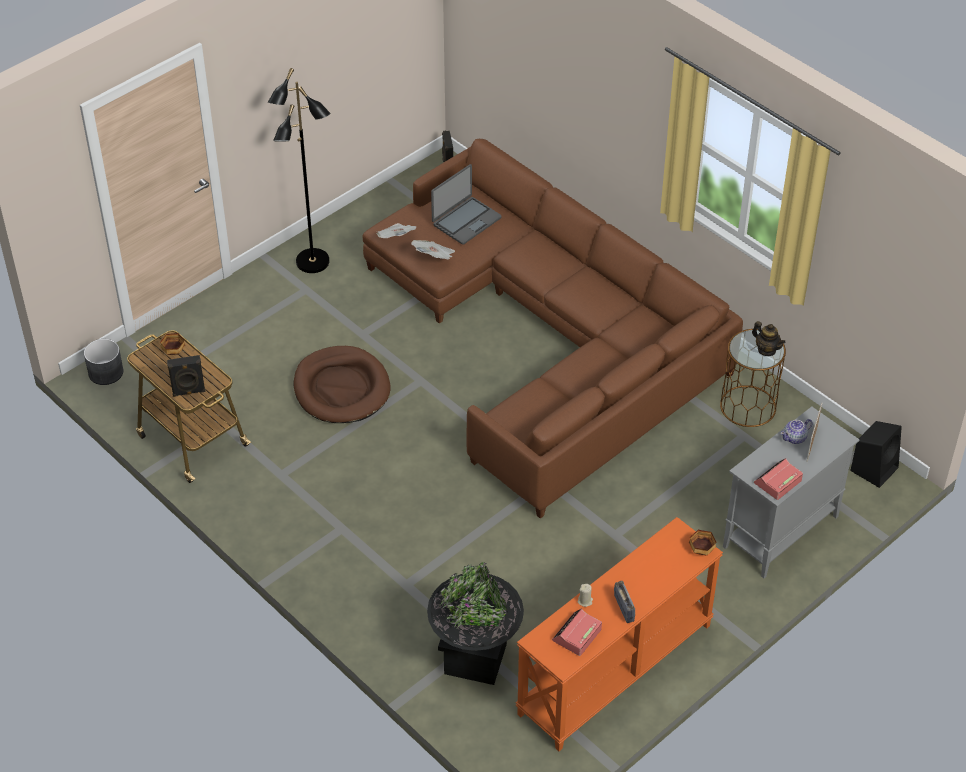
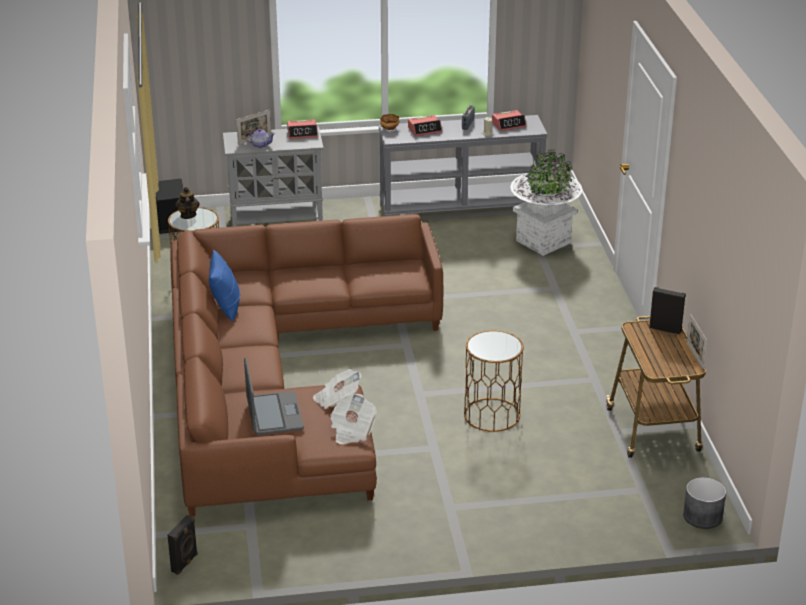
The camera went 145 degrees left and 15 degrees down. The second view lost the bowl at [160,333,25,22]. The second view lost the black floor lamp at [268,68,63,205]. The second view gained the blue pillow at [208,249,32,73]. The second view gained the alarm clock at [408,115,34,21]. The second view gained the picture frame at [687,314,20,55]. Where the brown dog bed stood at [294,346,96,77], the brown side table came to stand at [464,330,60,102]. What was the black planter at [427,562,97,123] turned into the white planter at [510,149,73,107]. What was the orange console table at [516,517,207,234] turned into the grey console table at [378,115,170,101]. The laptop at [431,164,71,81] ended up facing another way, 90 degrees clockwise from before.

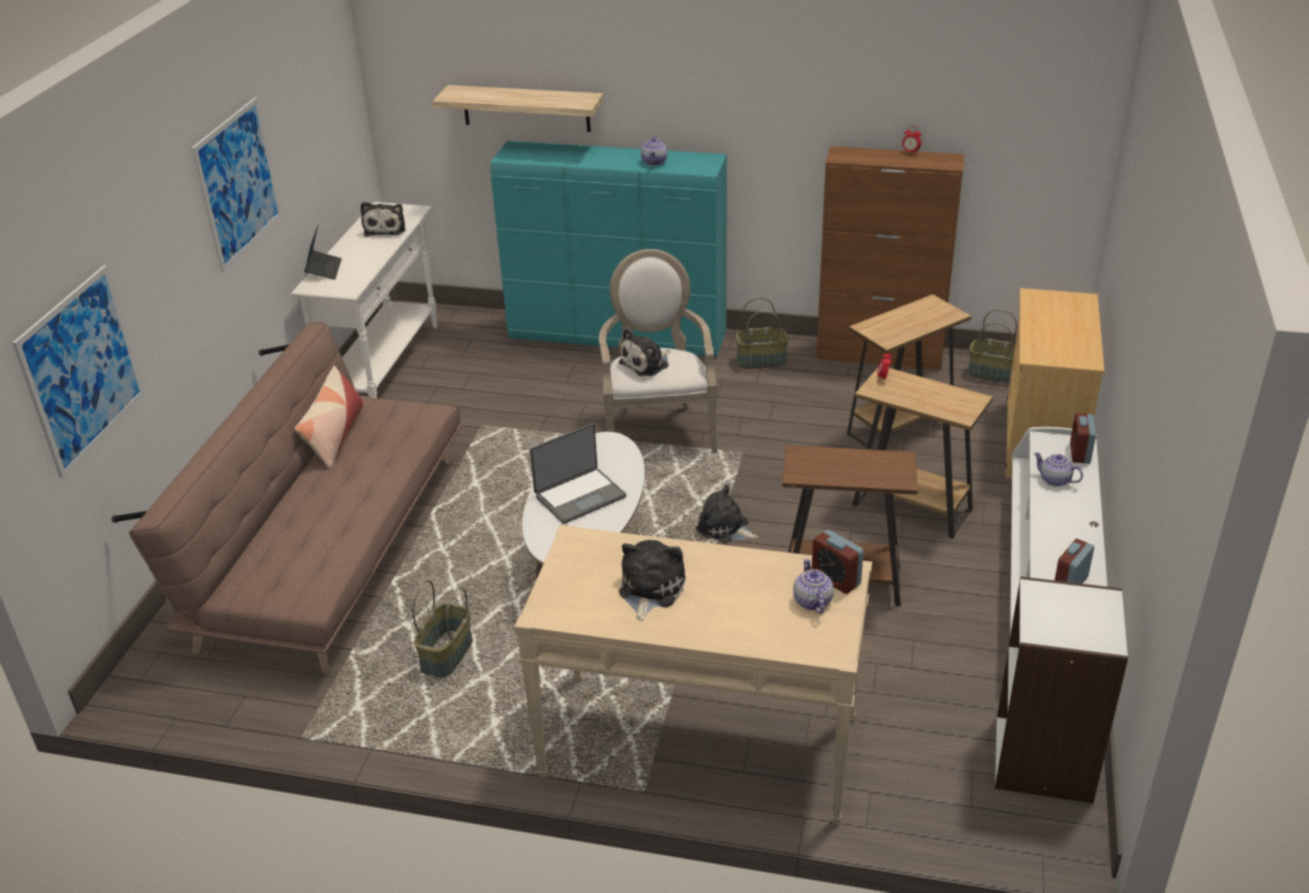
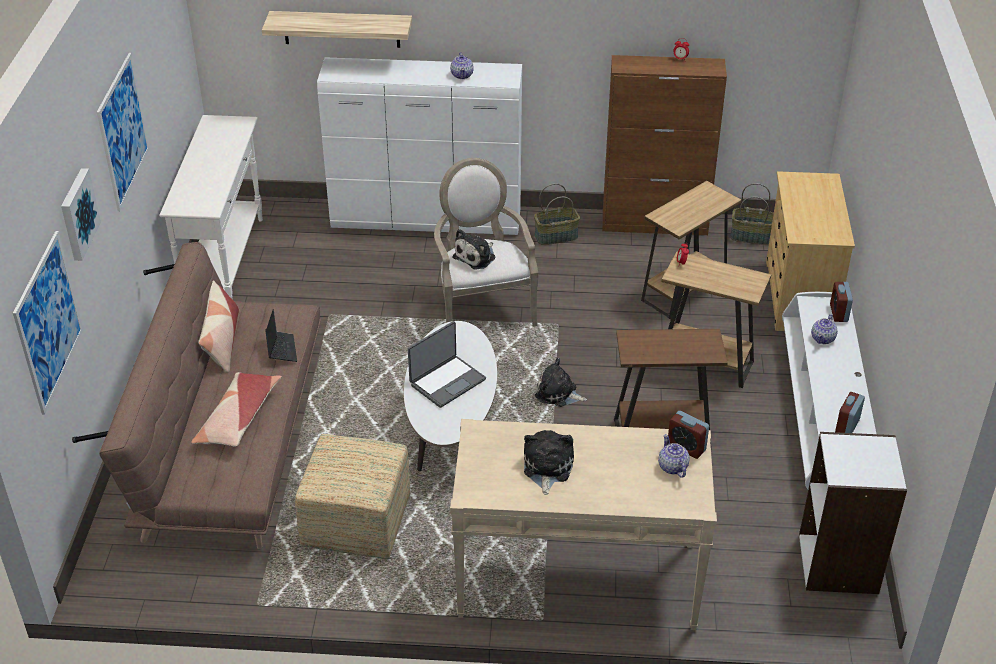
The camera went 10 degrees left and 5 degrees up. The second view lost the plush toy at [360,202,45,35]. The second view gained the picture at [61,168,40,93]. The second view gained the pillow at [191,372,91,75]. The laptop ended up elsewhere, having gone from [304,225,38,55] to [266,309,31,53]. Where the basket stood at [412,580,61,98], the ottoman came to stand at [295,434,115,125]. What was the turquoise dresser at [490,141,237,216] turned into the white dresser at [317,57,205,178]. The teapot at [1034,452,49,35] ended up facing another way, 90 degrees counterclockwise from before.

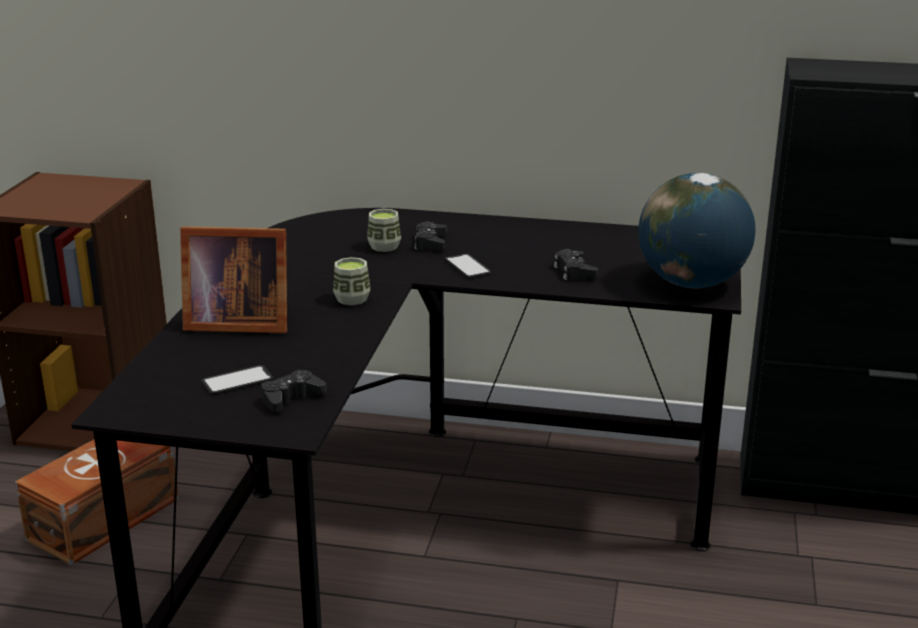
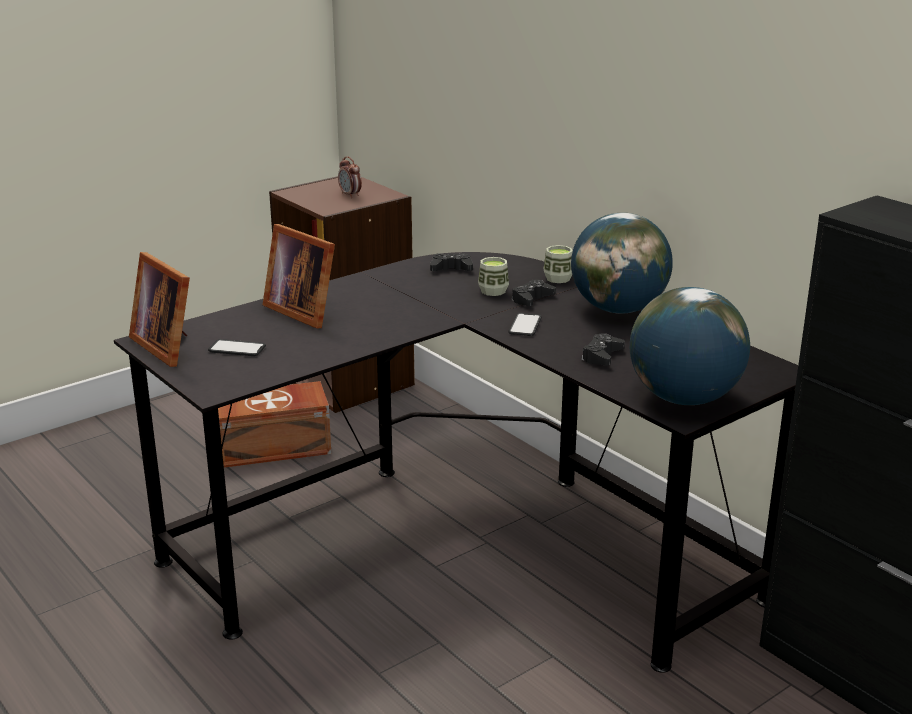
The camera went 40 degrees right and 0 degrees up. The second view gained the picture frame at [129,252,61,115]. The second view gained the alarm clock at [338,156,24,42]. The second view gained the globe at [571,213,102,101]. The black game controller ended up elsewhere, having gone from [261,370,66,42] to [430,253,43,18]. The cup ended up elsewhere, having gone from [333,257,37,49] to [543,245,30,38].

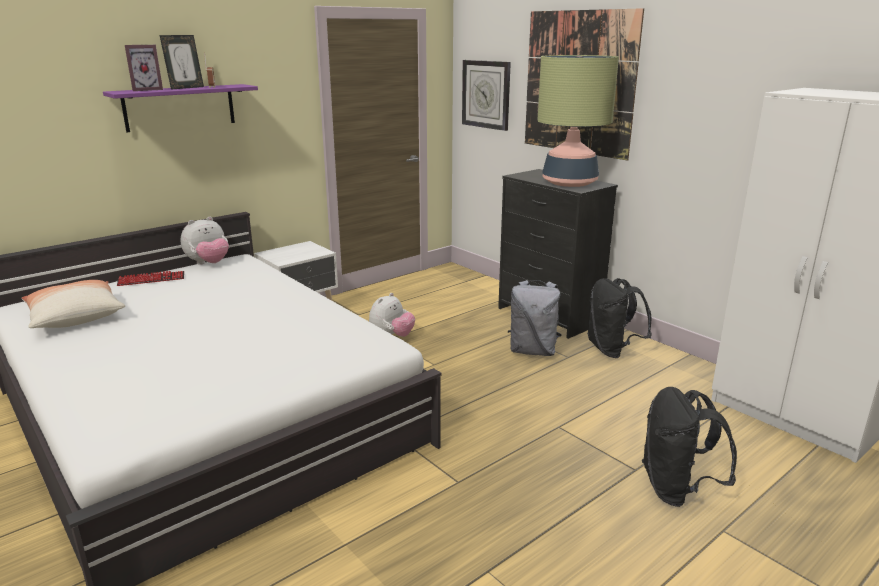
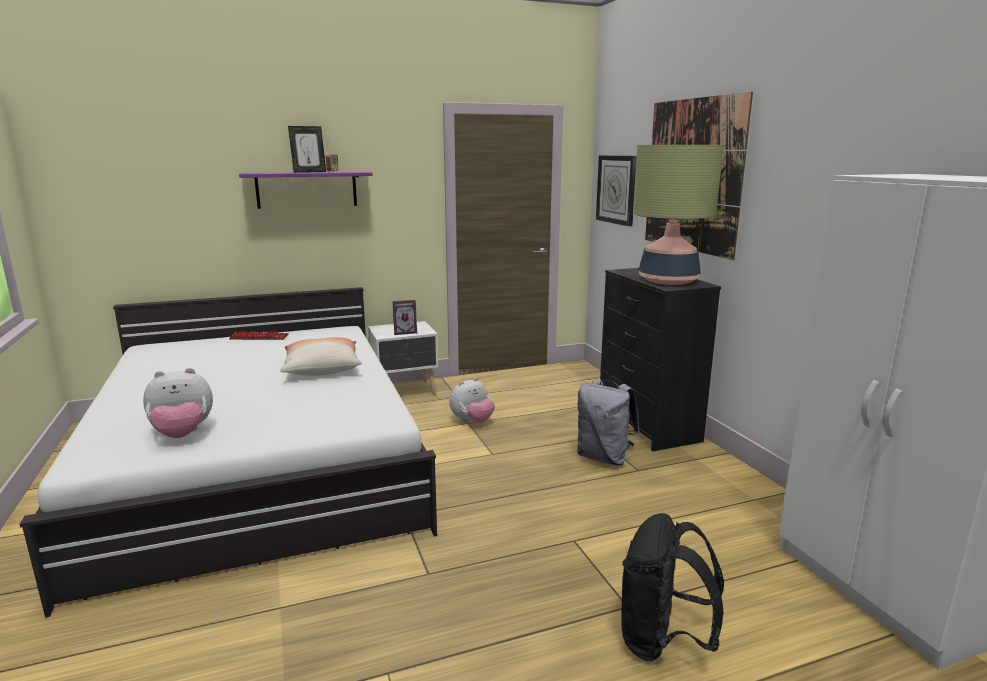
The camera went 20 degrees right and 5 degrees down. The second view lost the black backpack at [587,278,65,80]. The pillow ended up elsewhere, having gone from [22,280,103,48] to [280,337,82,39]. The picture frame ended up elsewhere, having gone from [125,45,38,46] to [393,300,24,35]. The plush toy ended up elsewhere, having gone from [180,217,49,48] to [143,368,70,70].

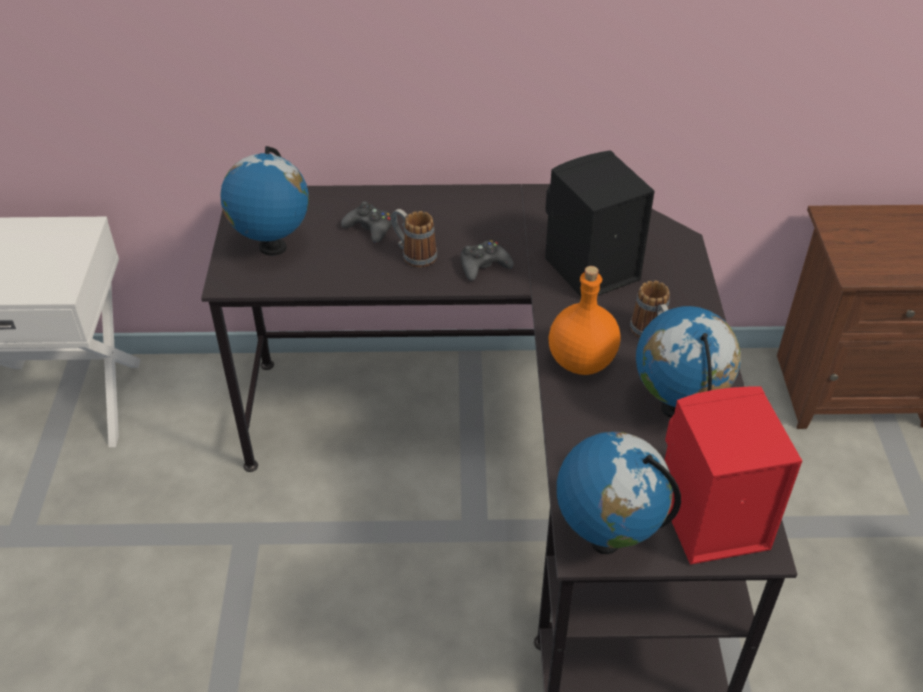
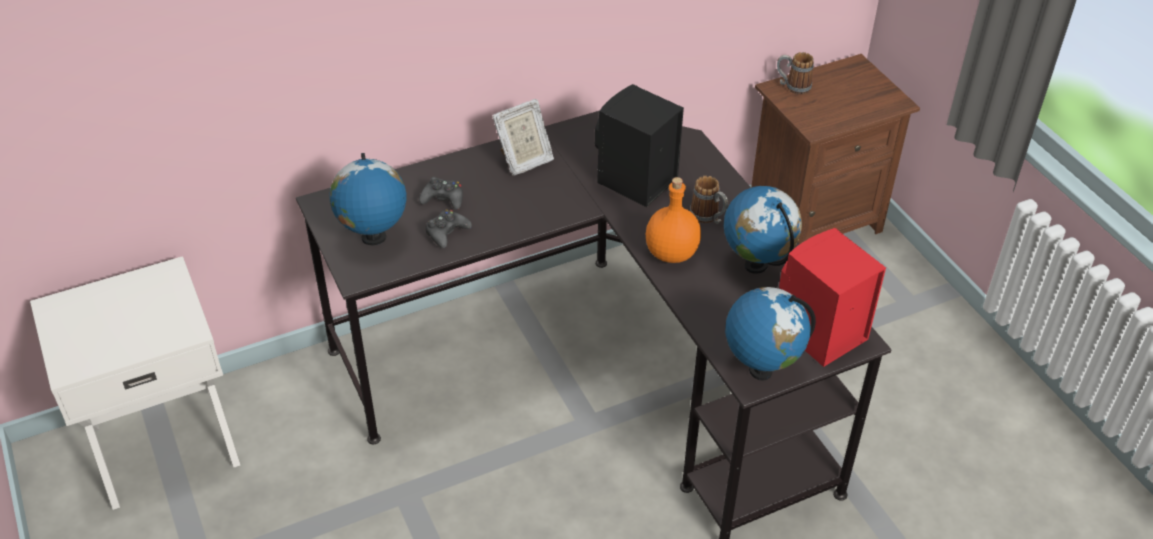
The camera went 25 degrees left and 0 degrees up. The second view gained the picture frame at [492,99,62,77]. The mug ended up elsewhere, having gone from [391,209,46,58] to [777,52,37,42]. The black game controller ended up elsewhere, having gone from [460,240,54,41] to [426,209,46,39].

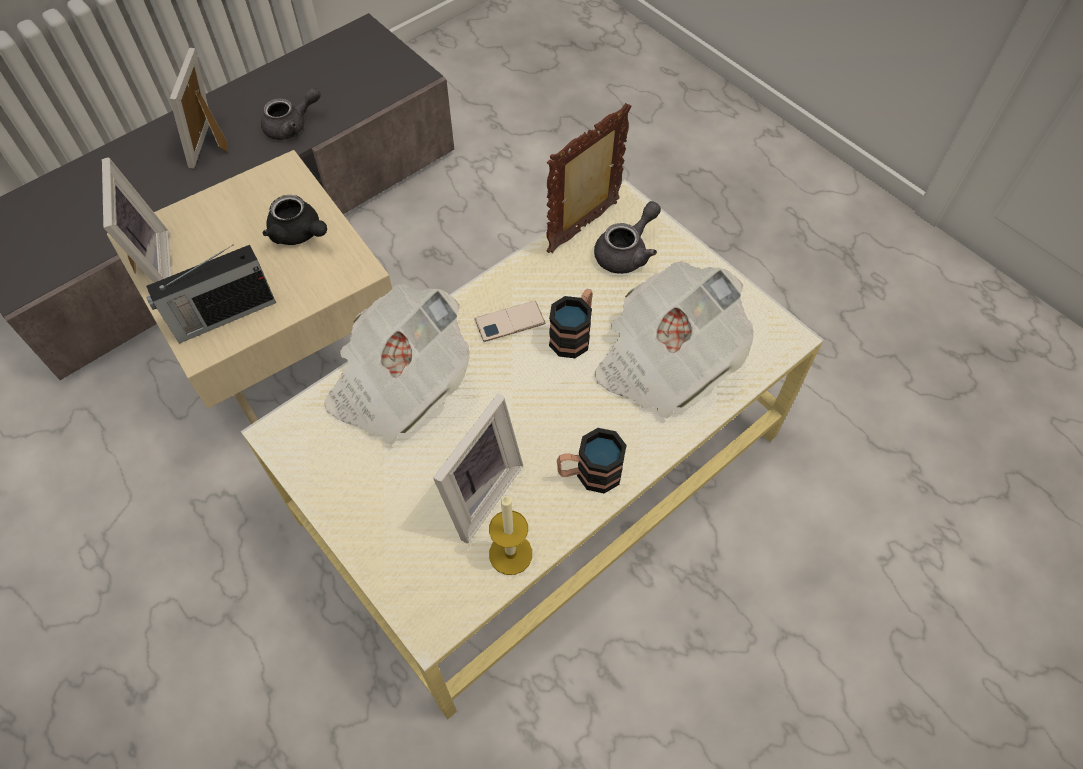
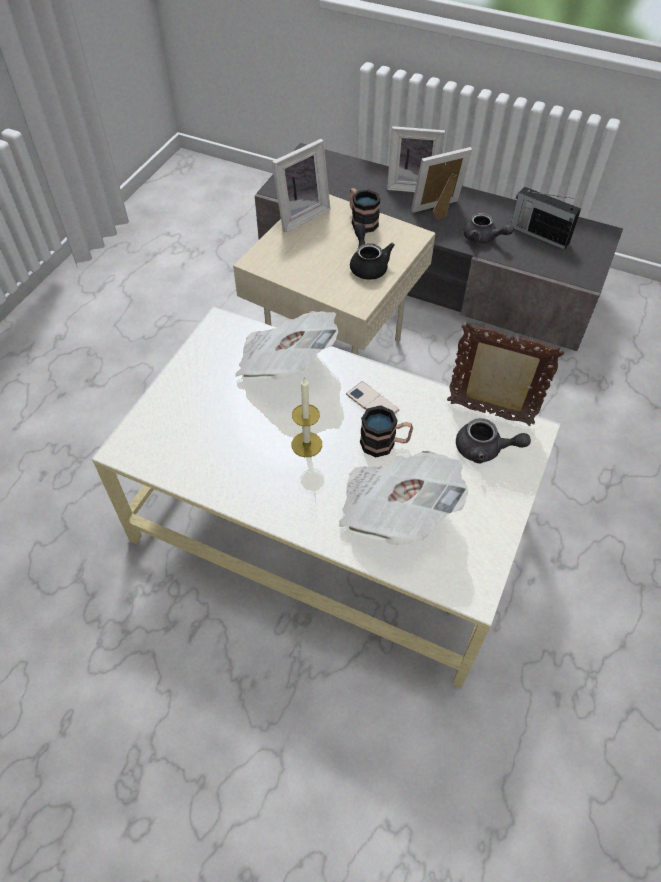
The camera went 65 degrees right and 5 degrees down. The radio ended up elsewhere, having gone from [146,244,130,100] to [511,187,70,62]. The picture frame ended up elsewhere, having gone from [433,394,90,149] to [387,126,58,66]. The candle ended up elsewhere, having gone from [489,495,43,80] to [292,377,30,80]. The mug ended up elsewhere, having gone from [557,428,70,66] to [349,188,32,45]. The black teapot at [263,195,64,50] ended up facing another way, 150 degrees clockwise from before.

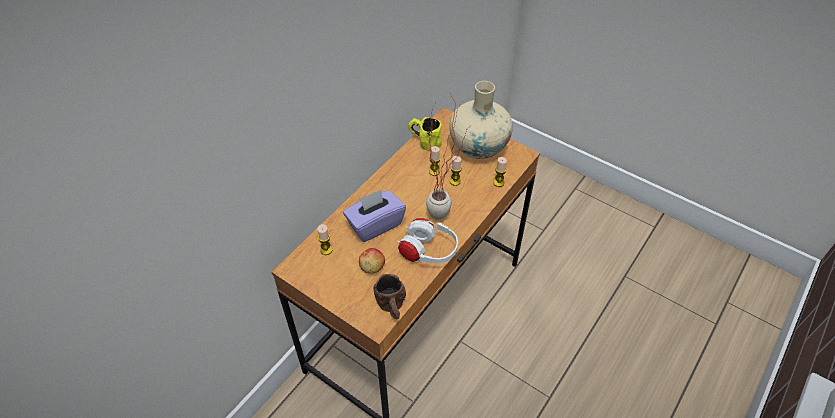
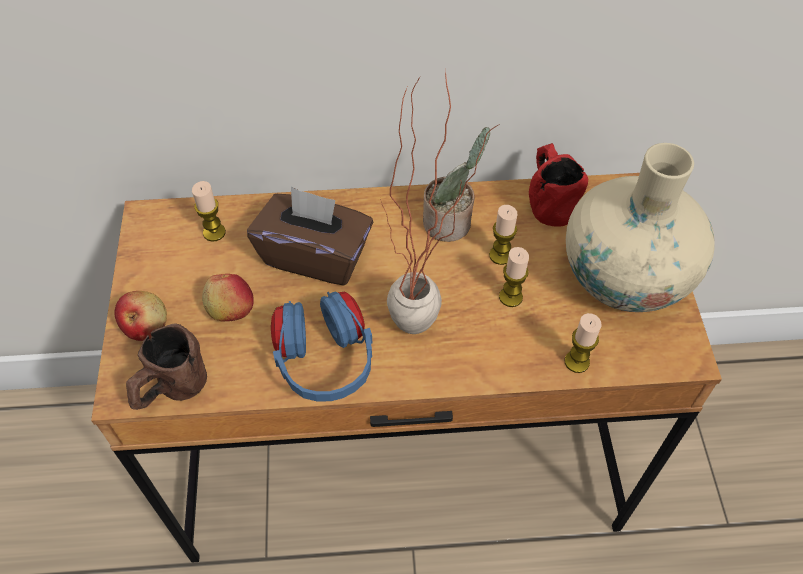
The camera went 50 degrees right and 5 degrees up. The second view gained the apple at [114,291,53,50]. The second view gained the potted plant at [423,127,67,115]. What was the purple tissue box at [343,189,63,53] turned into the brown tissue box at [247,186,126,100]. What was the white headphones at [397,218,61,45] turned into the blue headphones at [271,292,101,110]. What was the yellow mug at [408,117,34,34] turned into the red mug at [529,143,59,84].

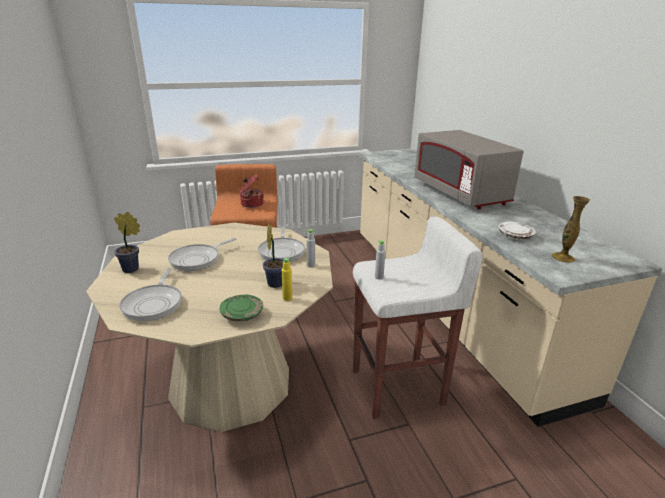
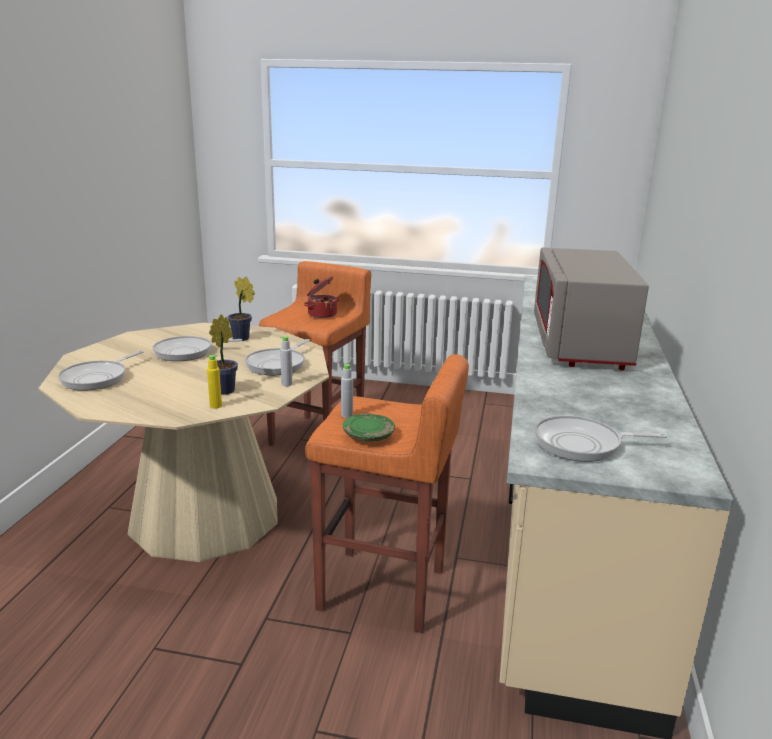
The camera went 30 degrees right and 5 degrees down. The second view lost the white plate at [499,222,37,18]. The potted plant ended up elsewhere, having gone from [114,212,26,61] to [228,277,27,64]. The green plate ended up elsewhere, having gone from [219,295,44,27] to [343,414,52,28]. Where the vase stood at [551,196,39,67], the frying pan came to stand at [535,416,132,46]. What was the white stool at [353,216,130,203] turned into the orange stool at [305,354,164,279].

